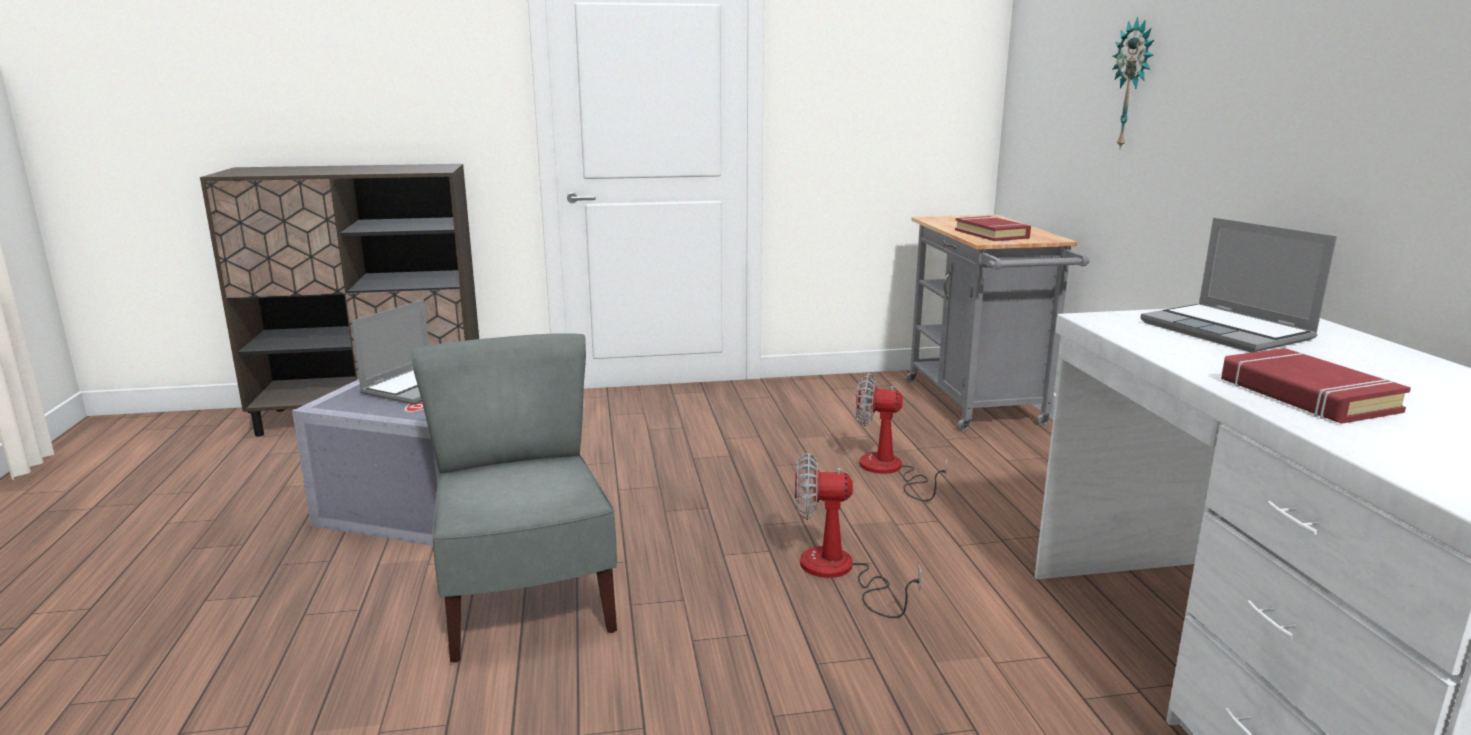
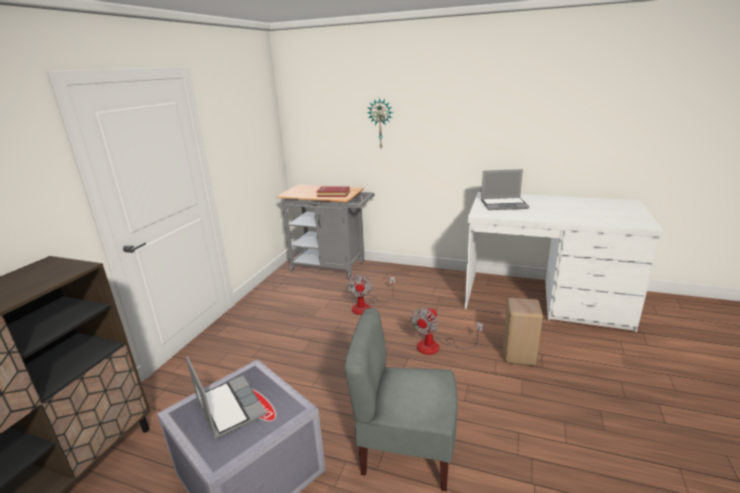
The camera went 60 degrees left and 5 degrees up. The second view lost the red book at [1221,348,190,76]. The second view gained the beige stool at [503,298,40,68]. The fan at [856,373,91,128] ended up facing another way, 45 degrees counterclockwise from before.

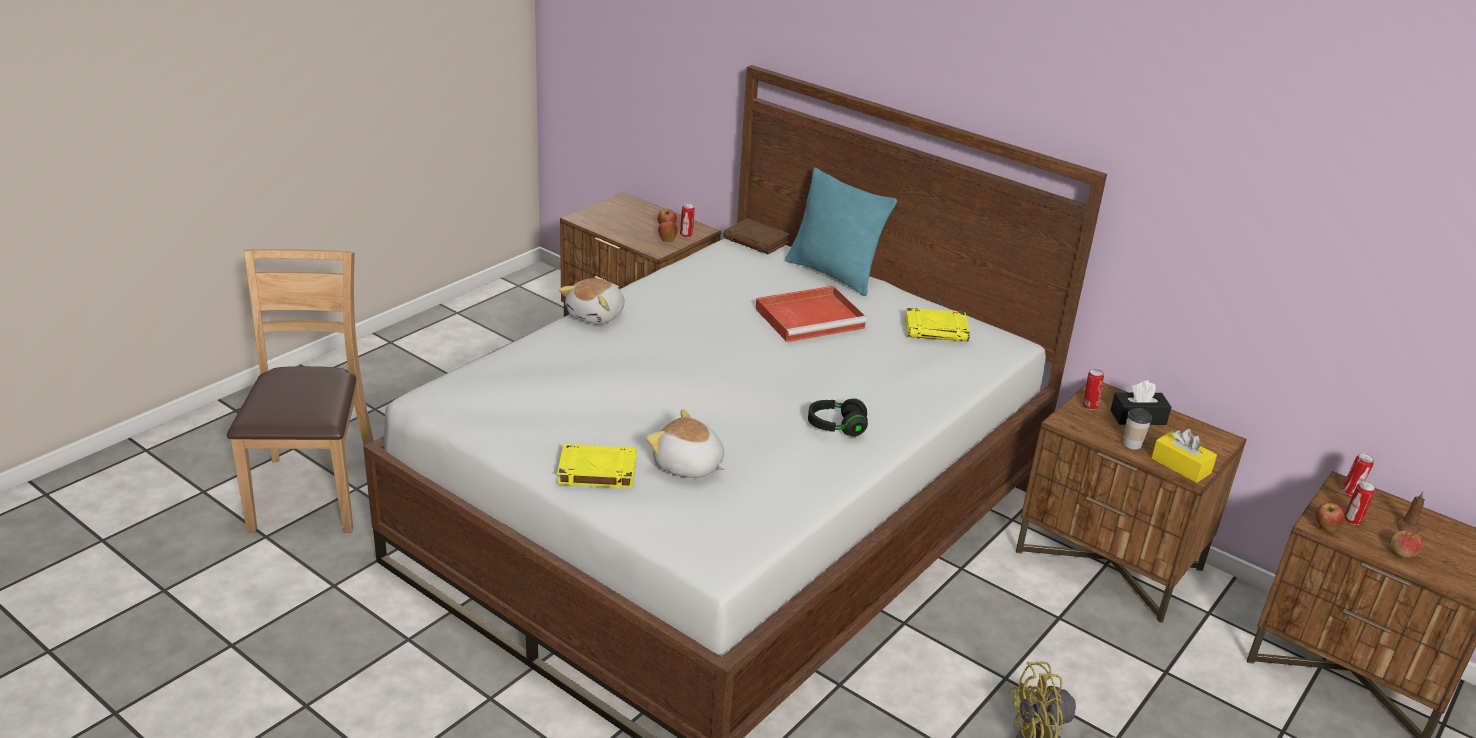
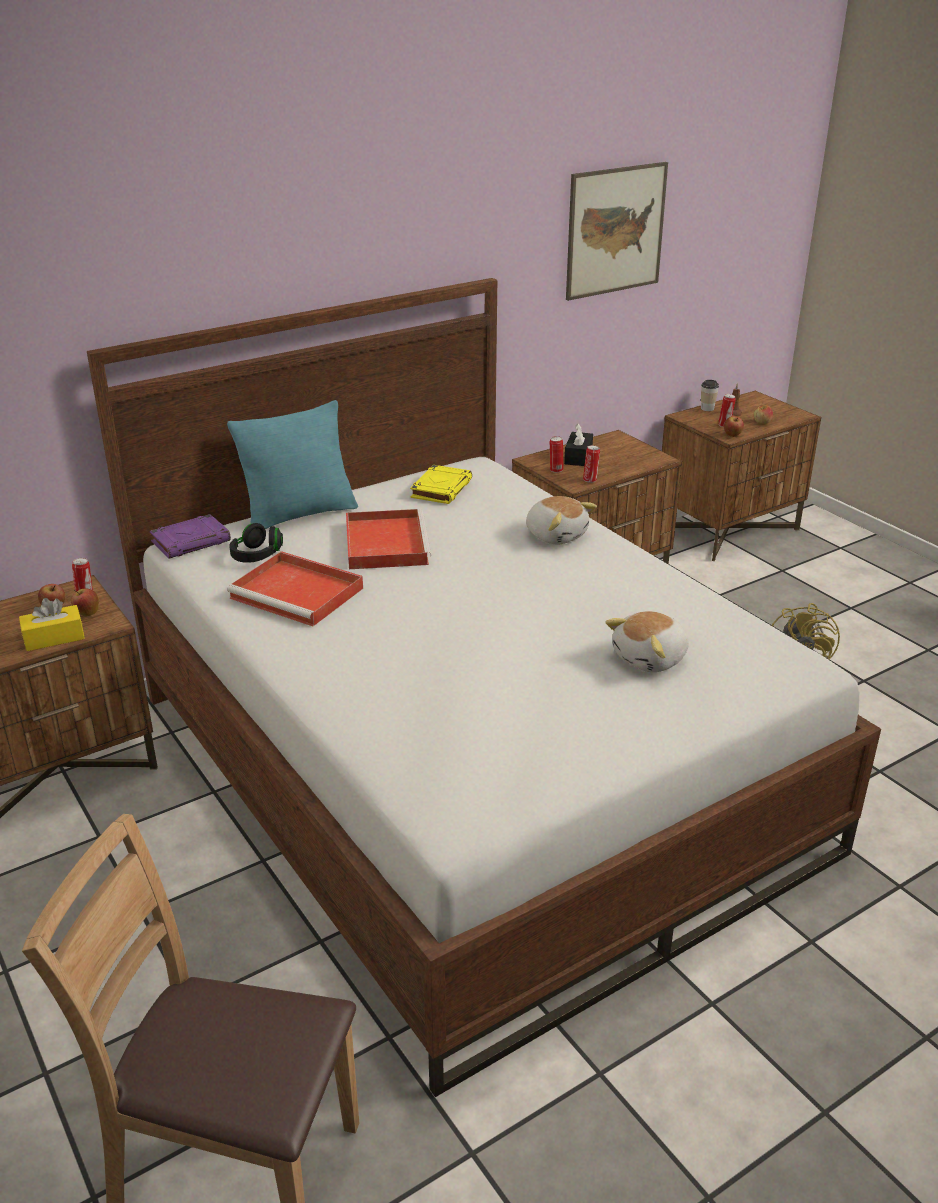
The camera went 70 degrees left and 0 degrees up. The second view lost the yellow book at [557,444,80,44]. The second view gained the red tray at [227,551,136,75]. The second view gained the picture at [566,162,102,139]. The plush toy ended up elsewhere, having gone from [559,278,66,46] to [526,496,71,48]. The black headphones ended up elsewhere, having gone from [808,398,60,39] to [229,523,54,40]. The cup ended up elsewhere, having gone from [1123,408,29,42] to [701,380,18,31]. The yellow tissue box ended up elsewhere, having gone from [1151,429,66,54] to [19,598,66,53]. The can ended up elsewhere, having gone from [1342,453,32,43] to [583,445,17,38]. What was the brown book at [724,218,66,36] turned into the purple book at [150,514,81,45].

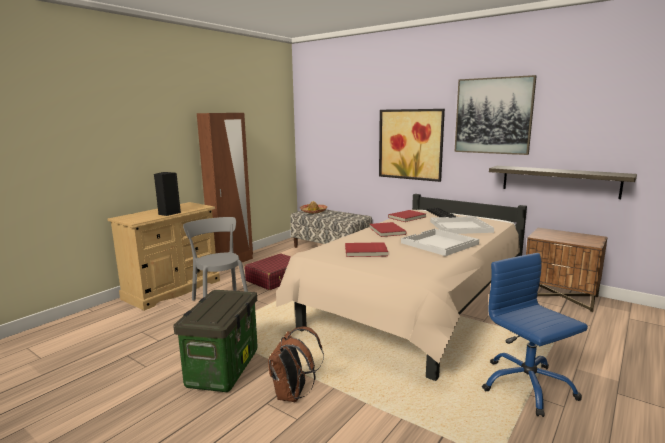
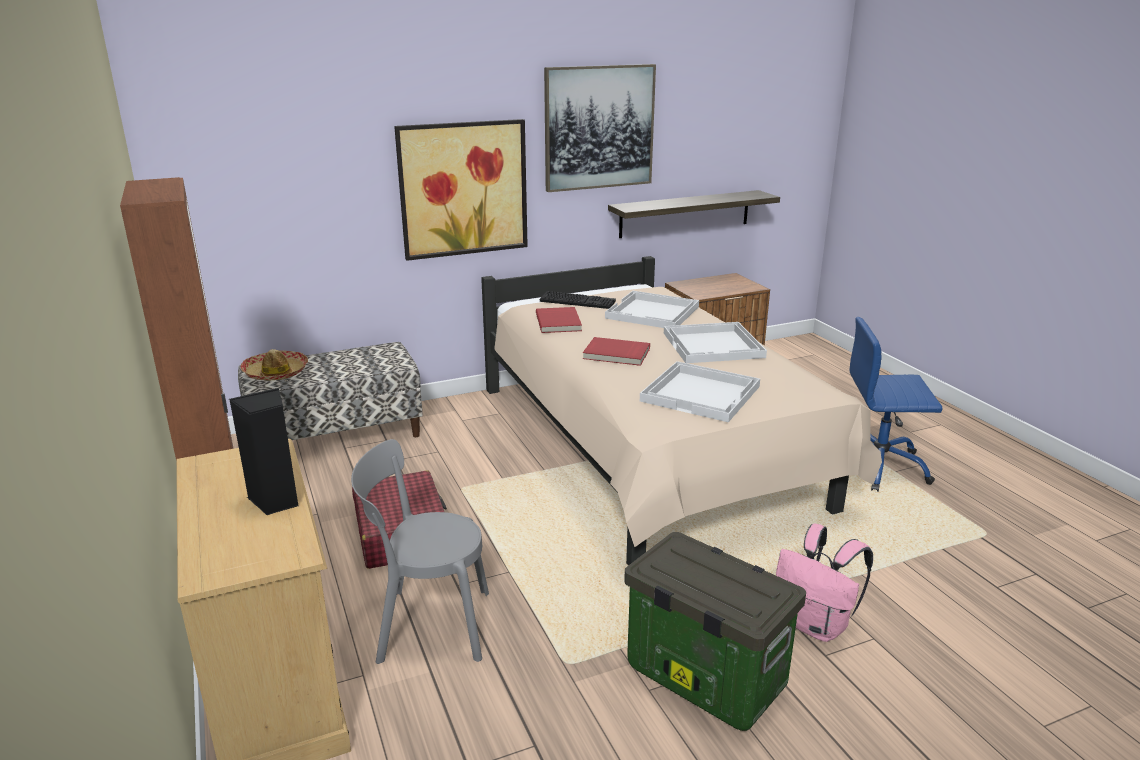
The camera went 60 degrees left and 10 degrees up. Where the red book stood at [345,242,43,15], the white tray came to stand at [640,361,120,61]. What was the brown backpack at [268,327,56,75] turned into the pink backpack at [776,523,97,119].

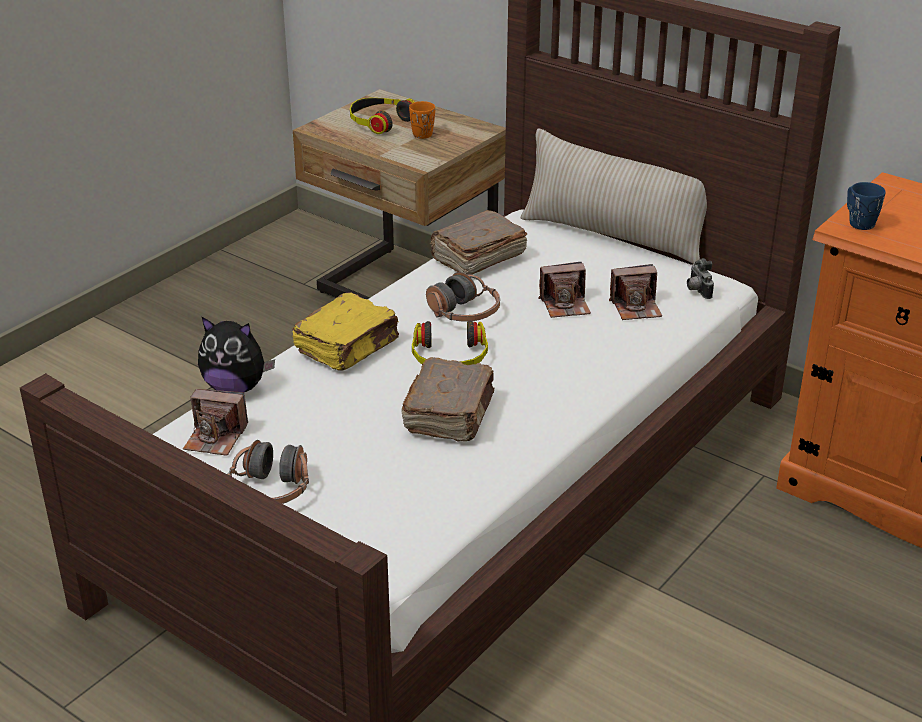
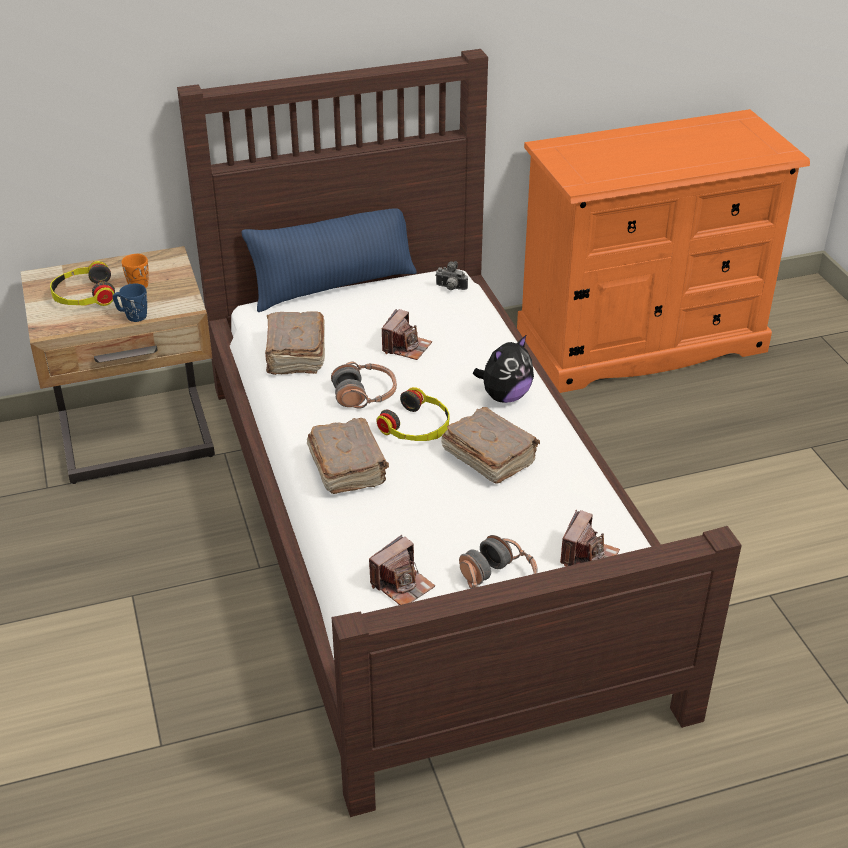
The camera went 55 degrees left and 5 degrees up. The plush toy ended up elsewhere, having gone from [198,317,77,75] to [473,334,61,69]. The photo camera ended up elsewhere, having gone from [609,264,53,56] to [560,510,60,57]. The blue mug ended up elsewhere, having gone from [847,182,39,48] to [113,283,34,39]. What was the yellow book at [292,293,107,78] turned into the brown book at [307,418,82,76]. What was the beige pillow at [521,129,186,135] turned into the blue pillow at [242,208,175,104].

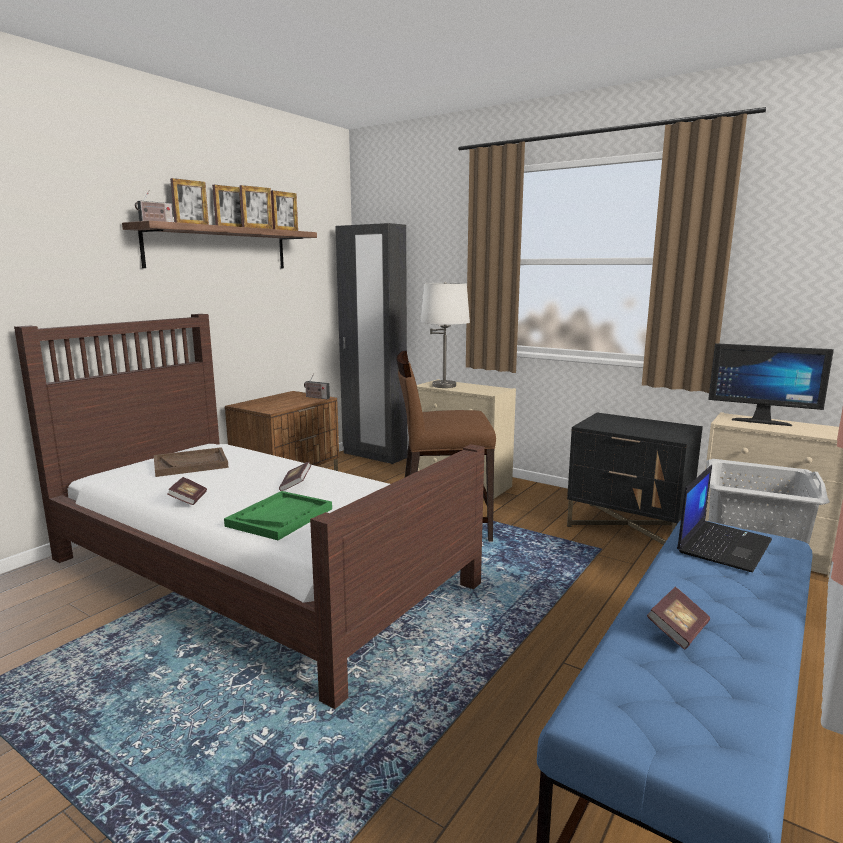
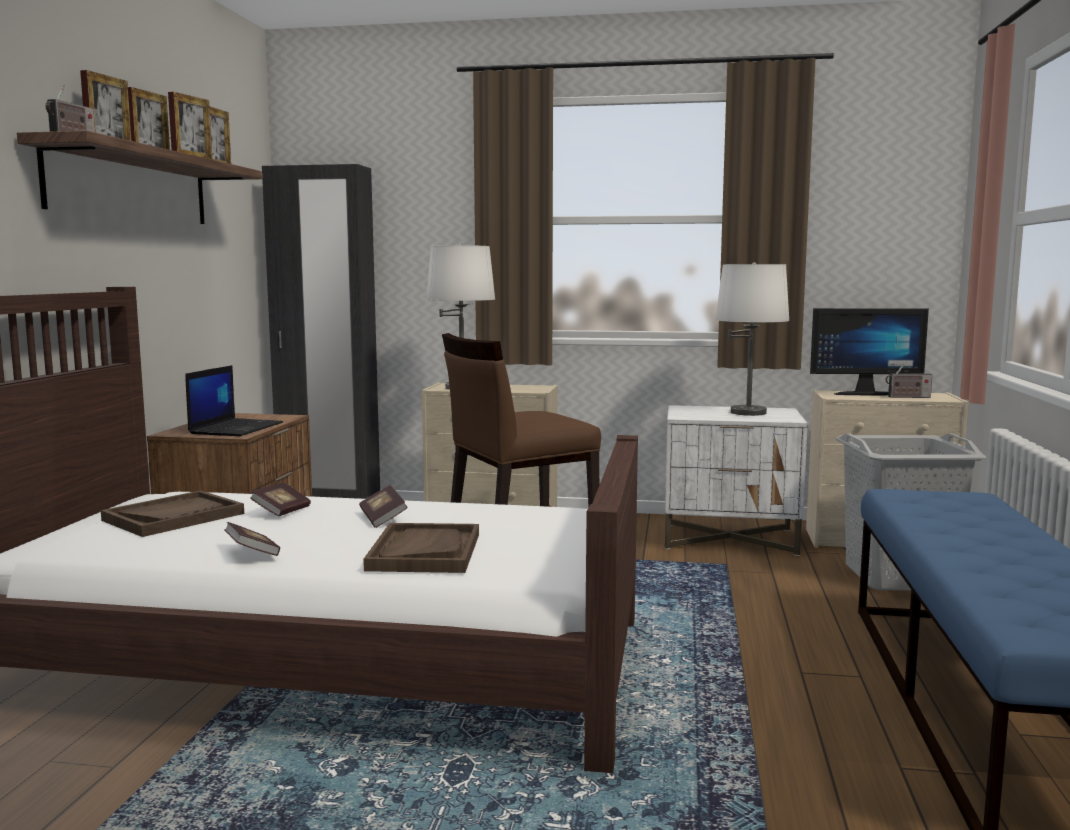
The camera went 25 degrees left and 5 degrees down. The second view gained the white table lamp at [715,262,75,154]. The radio ended up elsewhere, having gone from [304,374,26,25] to [886,361,46,37]. The book ended up elsewhere, having gone from [647,587,63,62] to [250,482,61,35]. The laptop ended up elsewhere, having gone from [677,465,95,107] to [185,365,98,71]. What was the green tray at [224,491,108,49] turned into the brown tray at [363,523,116,50]. What was the black nightstand at [567,413,136,132] turned into the white nightstand at [665,405,143,151].

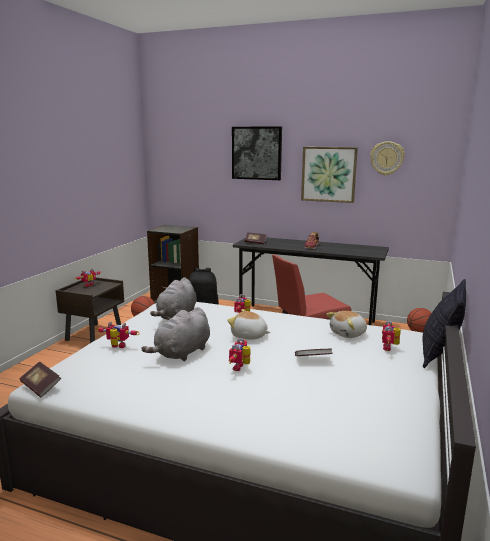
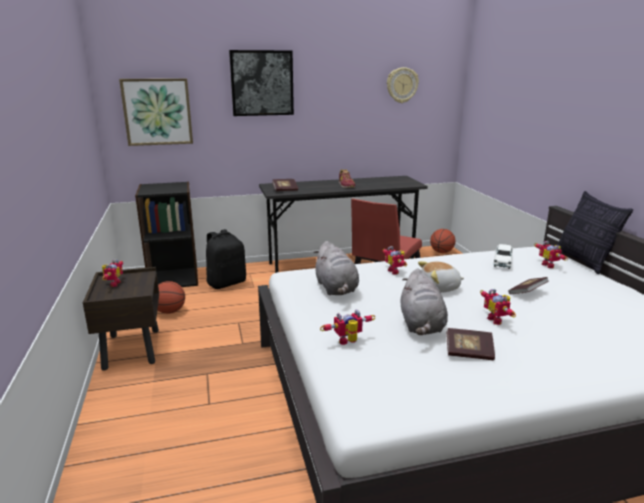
The camera went 35 degrees left and 5 degrees up. The book ended up elsewhere, having gone from [20,362,41,35] to [446,328,49,32]. The picture ended up elsewhere, having gone from [301,147,57,56] to [119,78,74,68]. Where the plush toy stood at [326,311,41,27], the white toy car came to stand at [494,244,19,25].

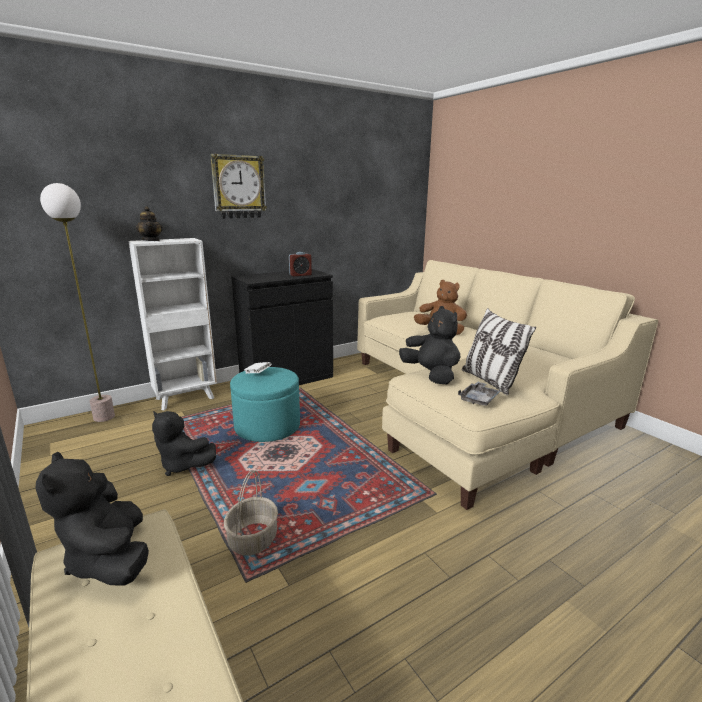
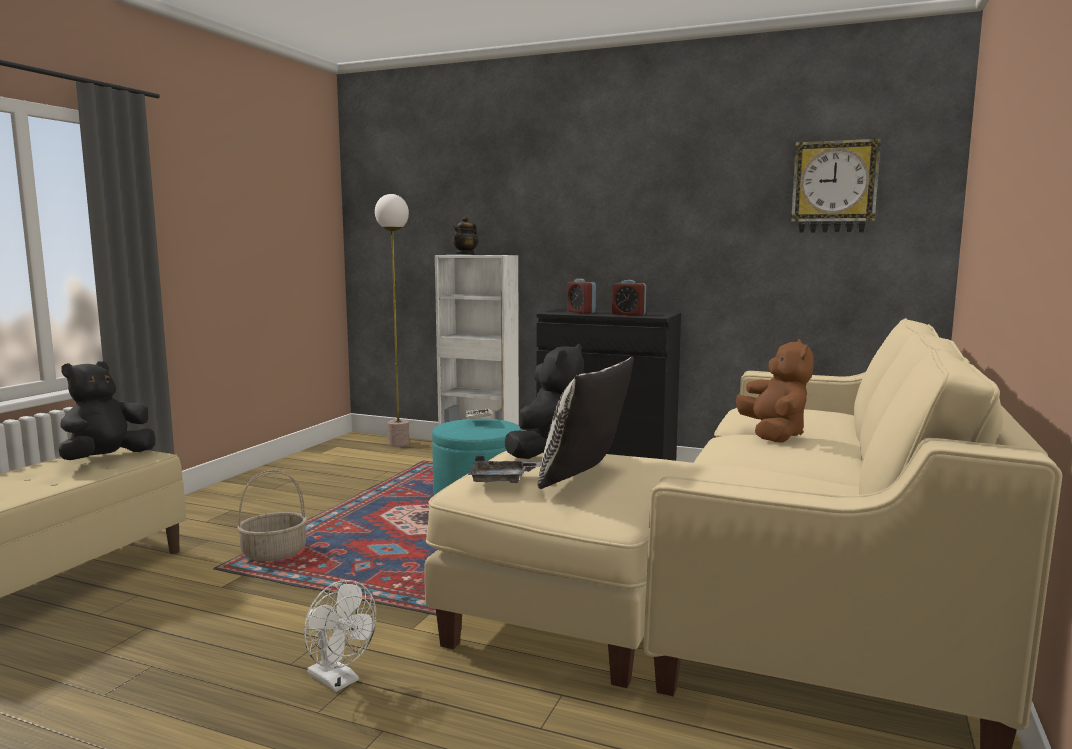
The camera went 55 degrees right and 10 degrees down. The second view lost the black plush toy at [152,411,64,65]. The second view gained the white fan at [304,580,72,112]. The second view gained the alarm clock at [567,279,29,35]. The wall clock ended up elsewhere, having gone from [210,154,57,65] to [791,138,90,95].

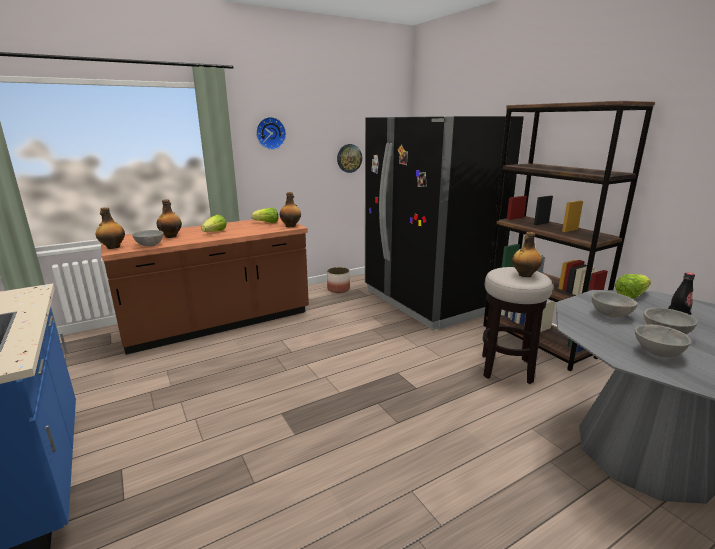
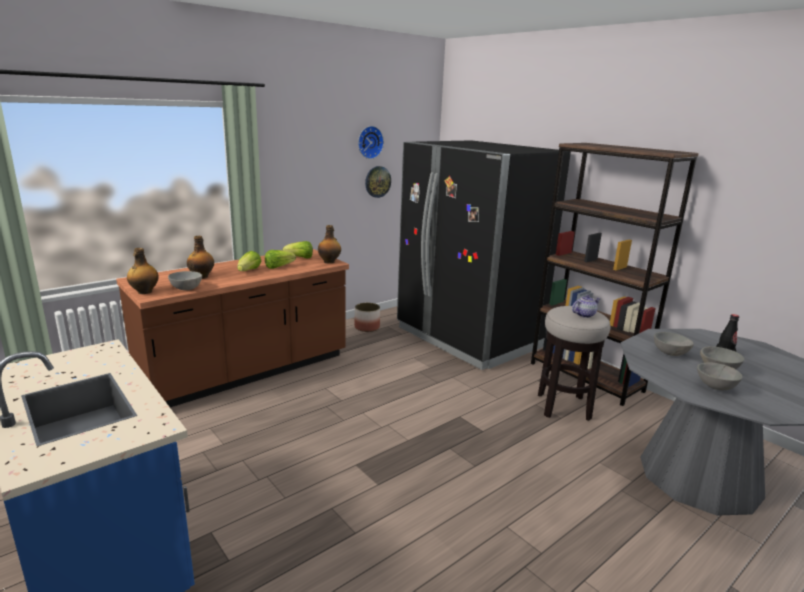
The camera went 10 degrees left and 0 degrees up. The wall clock ended up elsewhere, having gone from [256,117,30,33] to [358,126,26,33]. The lettuce ended up elsewhere, having gone from [615,274,36,24] to [265,250,31,19]. Where the bottle stood at [512,232,30,45], the teapot came to stand at [572,295,29,23].

